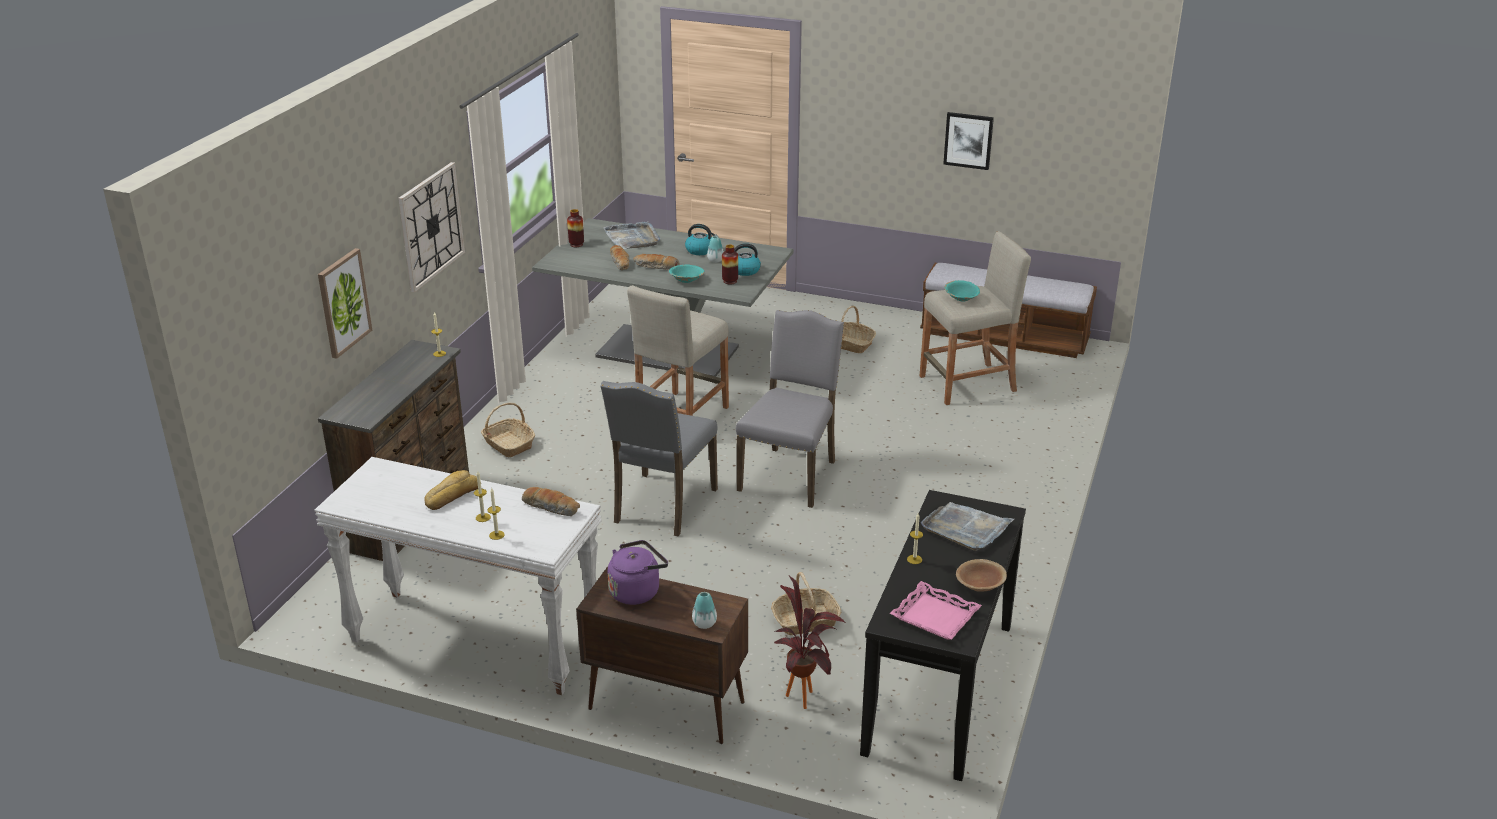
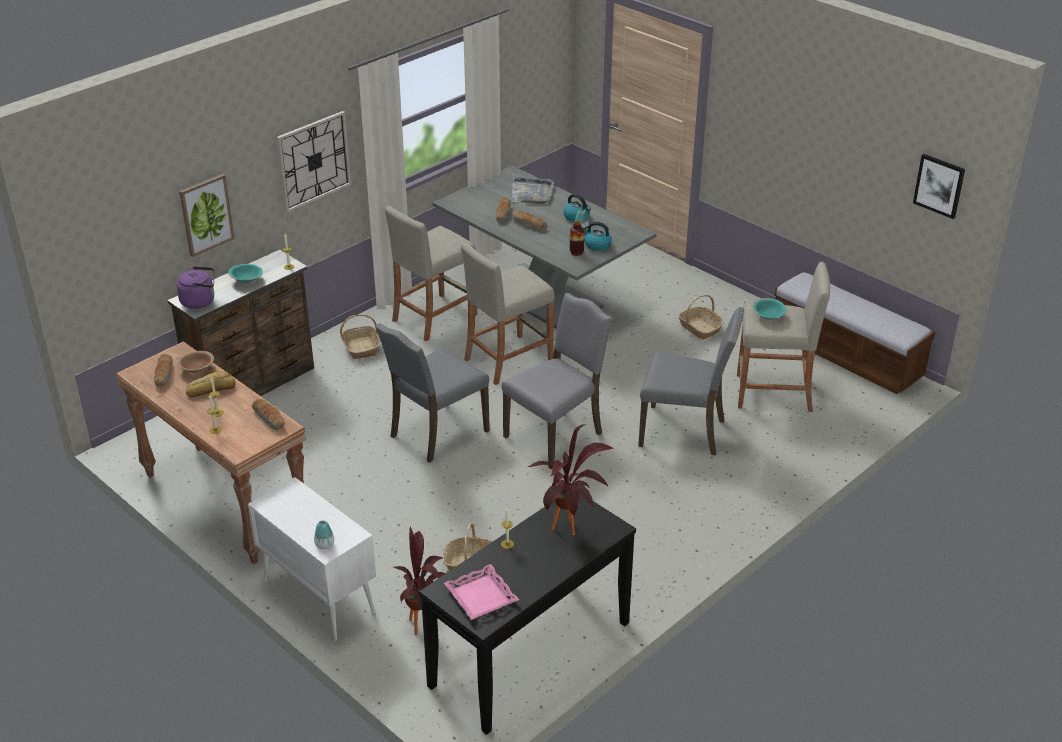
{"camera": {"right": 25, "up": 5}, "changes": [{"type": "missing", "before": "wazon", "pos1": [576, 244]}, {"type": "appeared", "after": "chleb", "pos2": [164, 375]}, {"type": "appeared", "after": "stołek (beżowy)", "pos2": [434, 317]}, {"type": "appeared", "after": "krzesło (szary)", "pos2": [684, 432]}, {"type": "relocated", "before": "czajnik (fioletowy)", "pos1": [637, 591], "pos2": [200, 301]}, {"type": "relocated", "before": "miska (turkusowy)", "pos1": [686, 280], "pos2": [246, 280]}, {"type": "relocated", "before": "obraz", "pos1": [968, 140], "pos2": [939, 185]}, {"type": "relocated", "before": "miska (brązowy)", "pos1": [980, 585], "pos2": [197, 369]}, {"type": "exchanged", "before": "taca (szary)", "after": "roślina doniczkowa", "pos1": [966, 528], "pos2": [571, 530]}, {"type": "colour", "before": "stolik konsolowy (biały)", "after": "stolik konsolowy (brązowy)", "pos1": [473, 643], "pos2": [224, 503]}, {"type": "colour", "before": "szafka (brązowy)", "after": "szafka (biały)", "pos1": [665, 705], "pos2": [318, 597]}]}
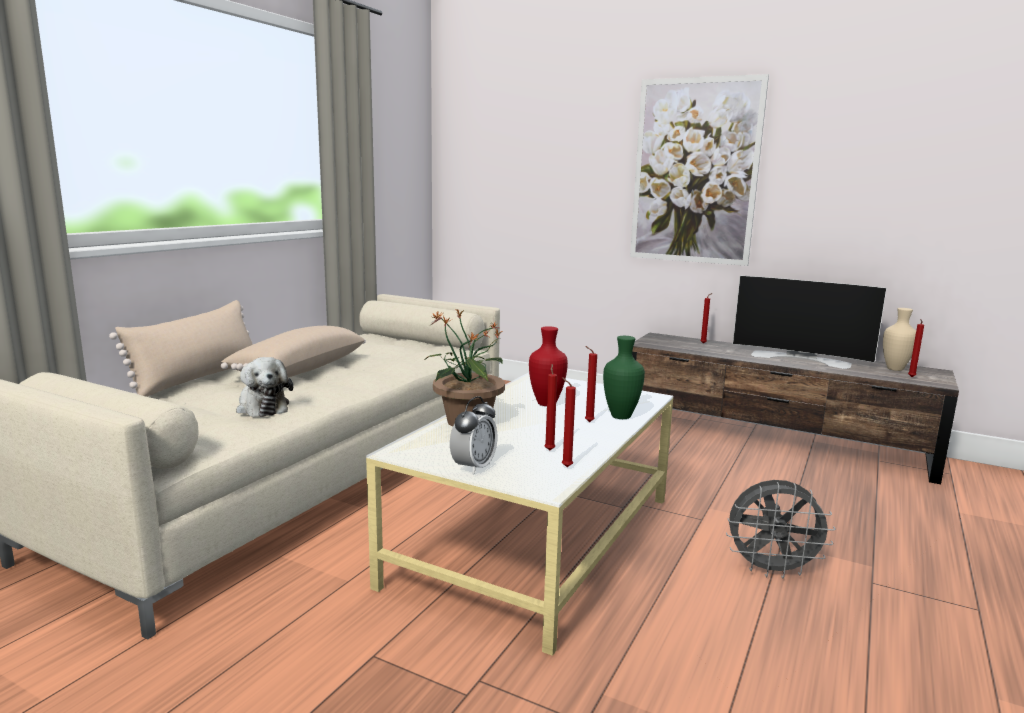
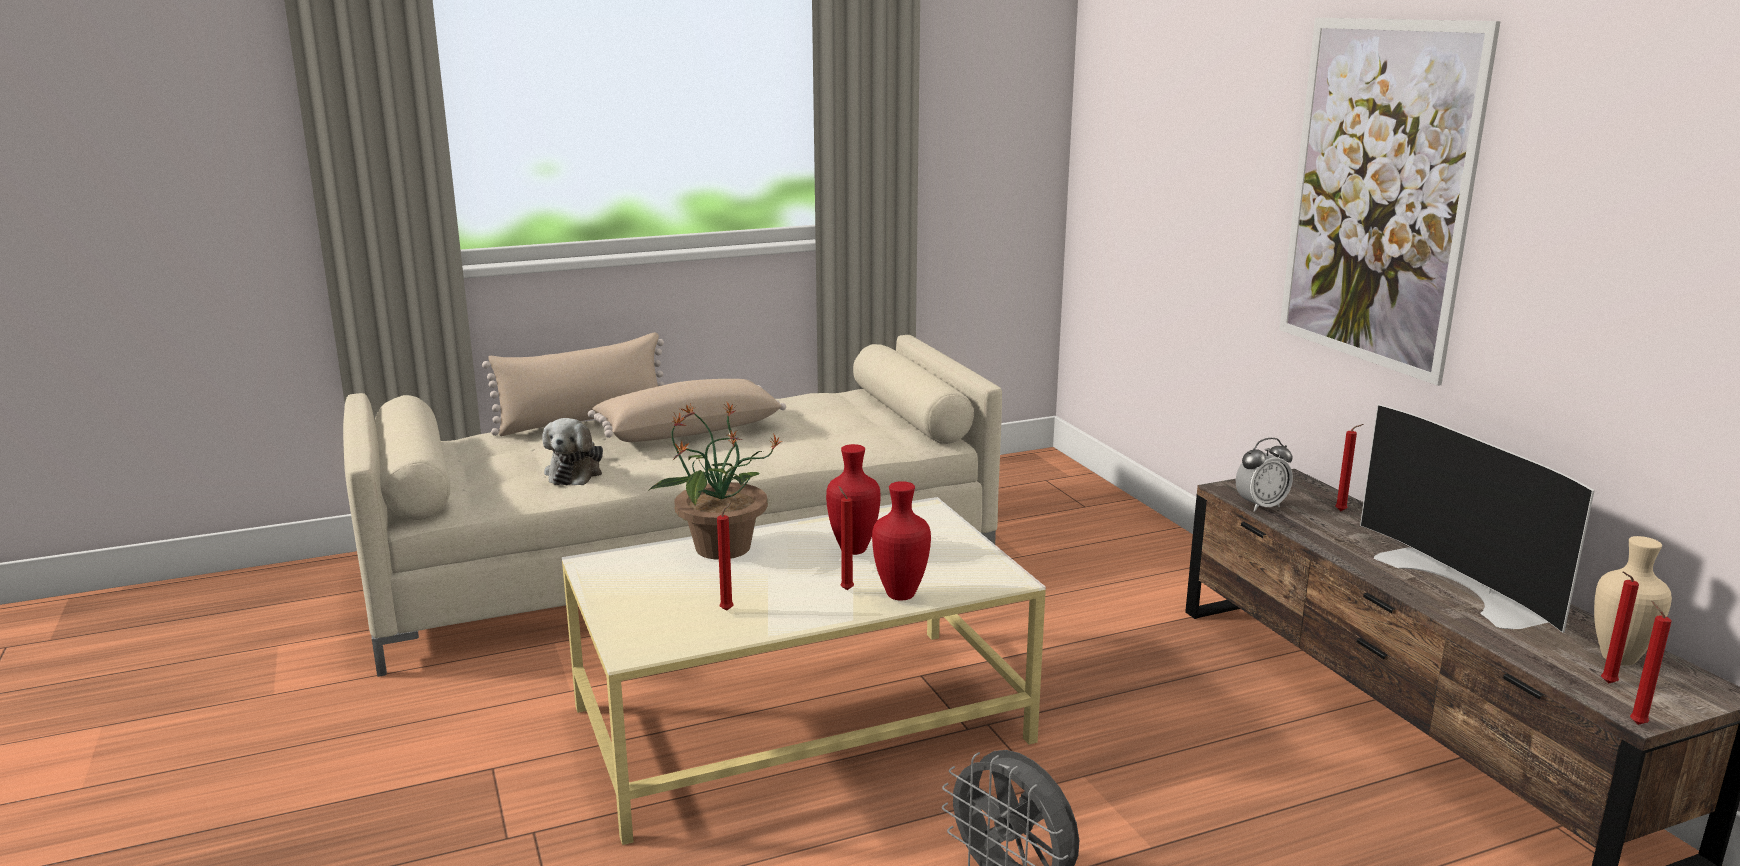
{"camera": {"right": 40, "up": 5}, "changes": [{"type": "relocated", "before": "budzik", "pos1": [473, 467], "pos2": [1260, 506]}, {"type": "relocated", "before": "świeca (czerwony)", "pos1": [565, 466], "pos2": [1635, 723]}, {"type": "colour", "before": "wazon (zielony)", "after": "wazon (czerwony)", "pos1": [619, 416], "pos2": [899, 594]}]}
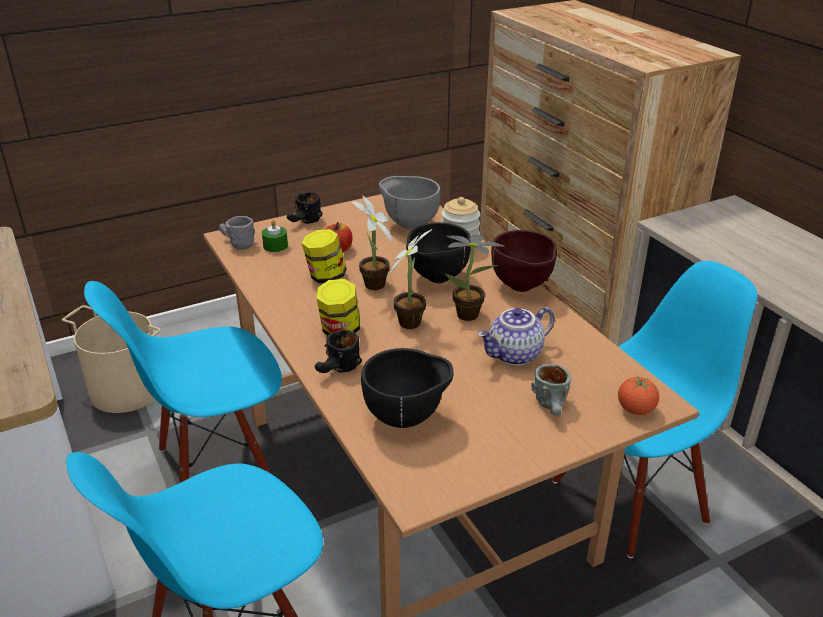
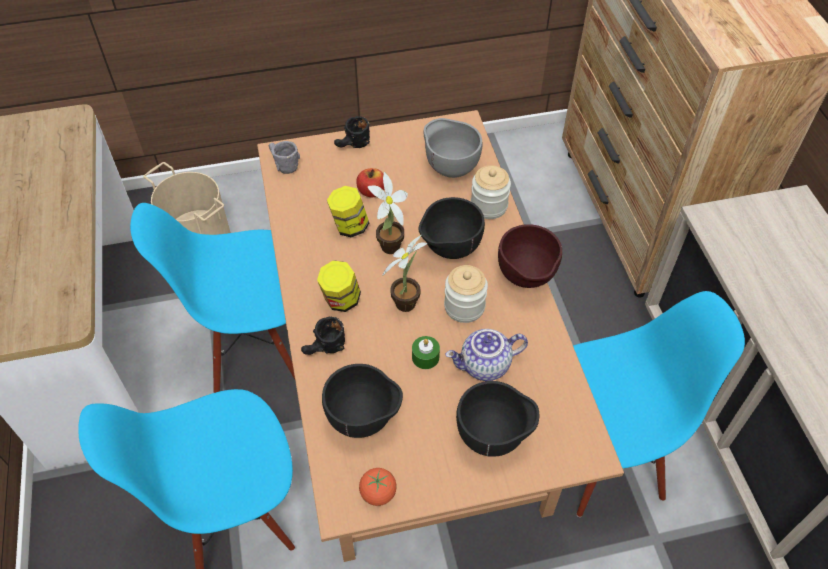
{"camera": {"right": 15, "up": 20}, "changes": [{"type": "relocated", "before": "świeca (zielony)", "pos1": [275, 246], "pos2": [425, 357]}, {"type": "relocated", "before": "pomidor", "pos1": [635, 410], "pos2": [378, 493]}, {"type": "exchanged", "before": "roślina doniczkowa", "after": "słoik", "pos1": [471, 316], "pos2": [464, 307]}, {"type": "exchanged", "before": "kubek (szary)", "after": "miska (czarny)", "pos1": [553, 408], "pos2": [493, 437]}]}
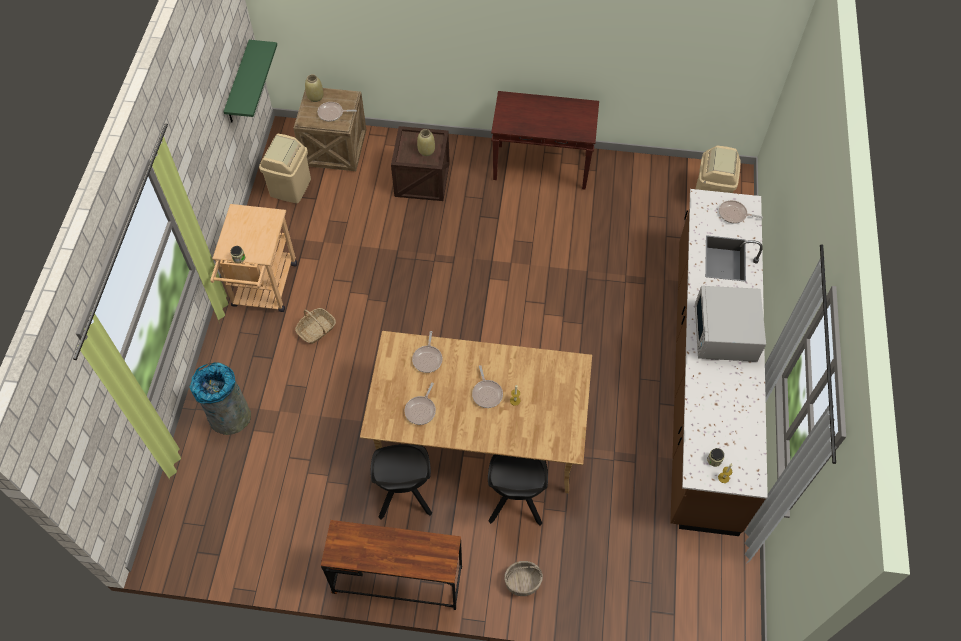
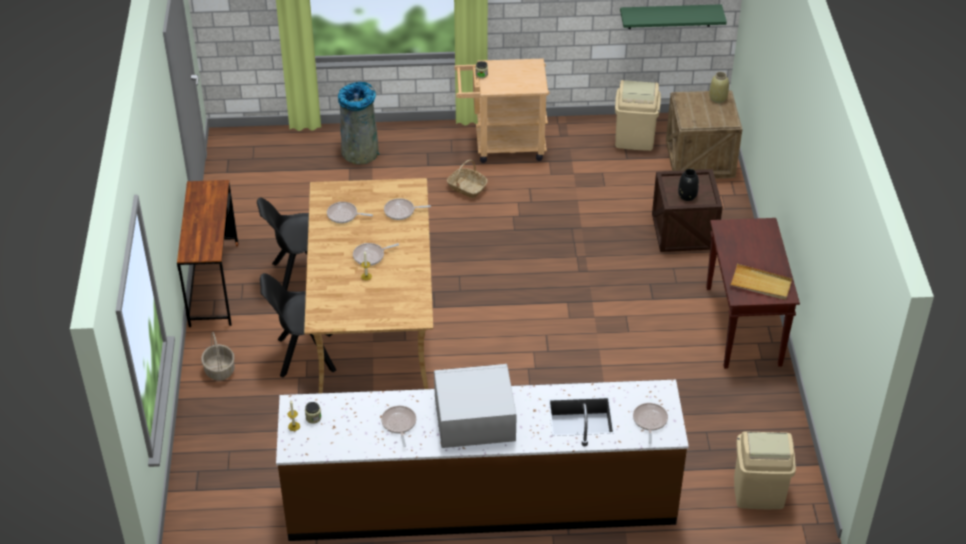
{"camera": {"right": 80, "up": -15}, "changes": [{"type": "appeared", "after": "taca (beżowy)", "pos2": [761, 284]}, {"type": "relocated", "before": "patelnia", "pos1": [332, 113], "pos2": [399, 424]}, {"type": "colour", "before": "wazon (beżowy)", "after": "wazon (czarny)", "pos1": [426, 151], "pos2": [687, 195]}]}
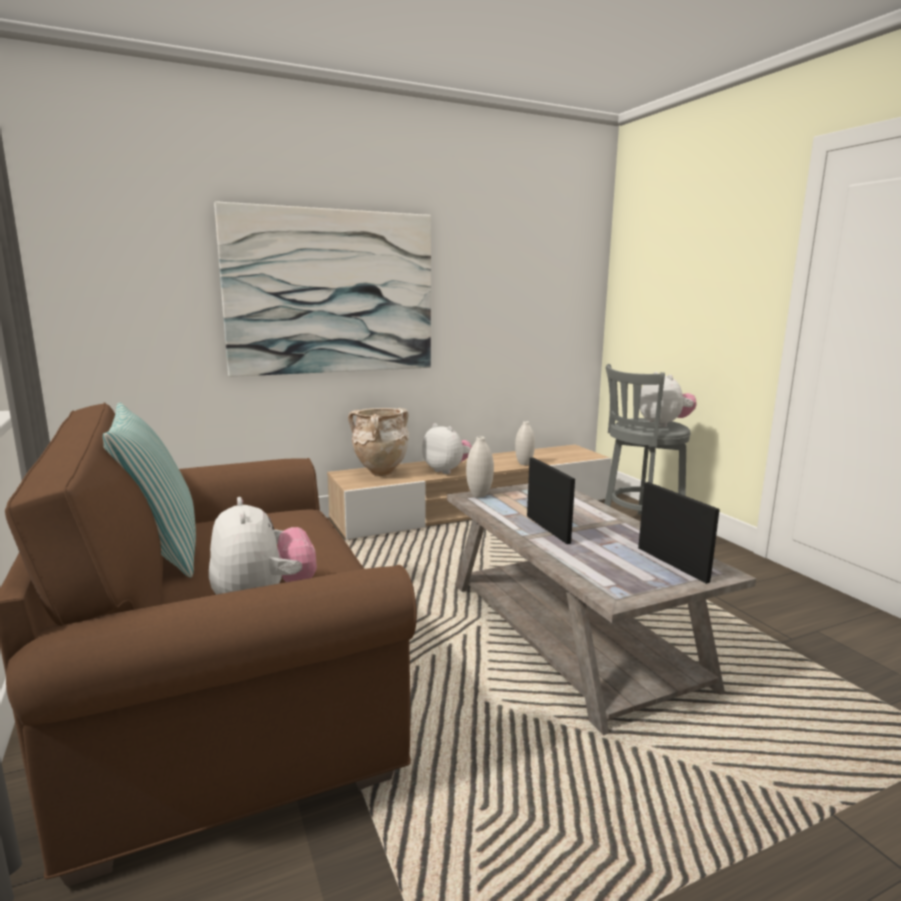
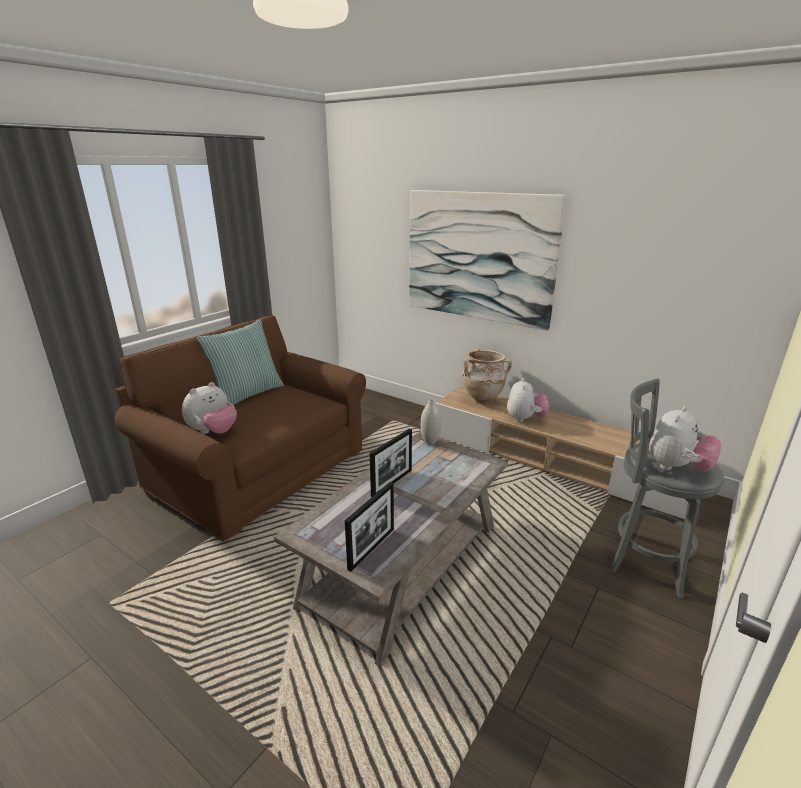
{"camera": {"right": 60, "up": 10}, "changes": [{"type": "missing", "before": "wazon (biały)", "pos1": [524, 463]}]}
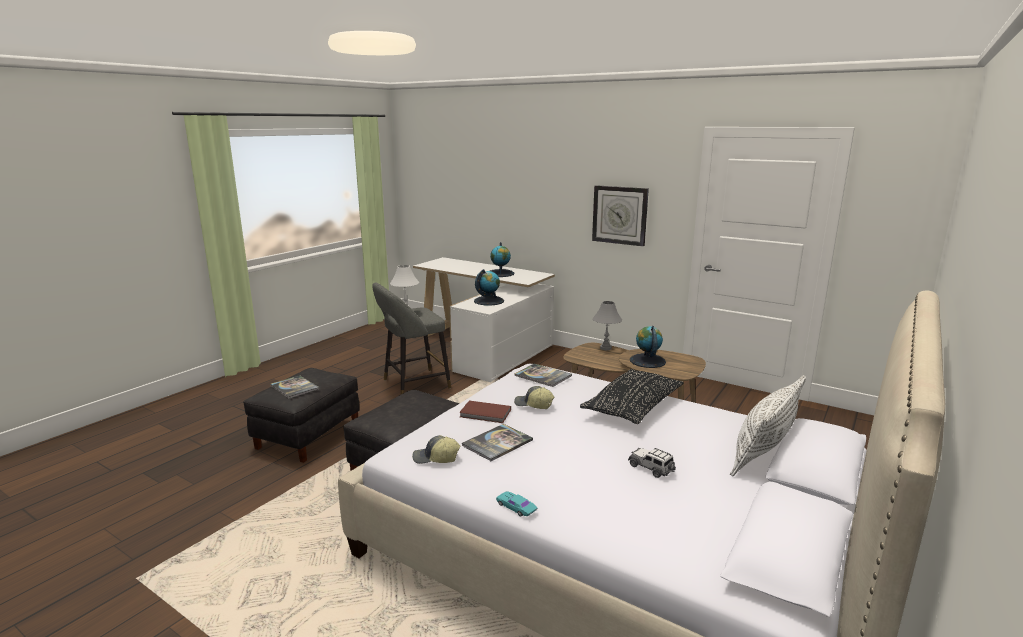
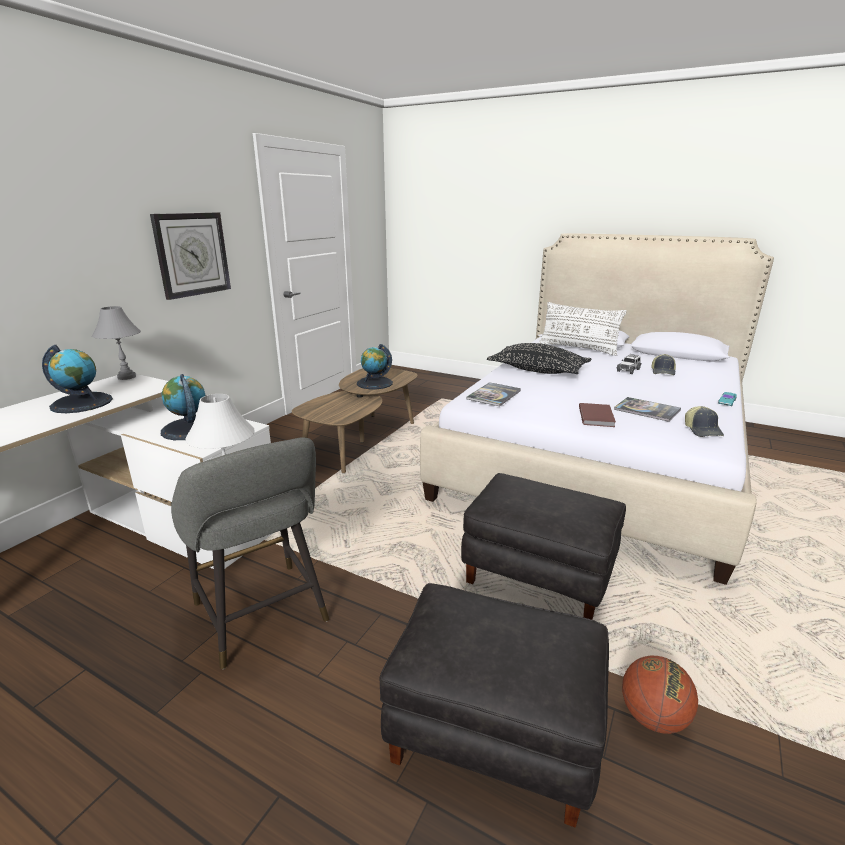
{"camera": {"right": -95, "up": 5}, "changes": [{"type": "missing", "before": "książka", "pos1": [294, 387]}, {"type": "appeared", "after": "piłka do koszykówki", "pos2": [653, 717]}, {"type": "relocated", "before": "czapka z daszkiem", "pos1": [533, 405], "pos2": [663, 372]}, {"type": "relocated", "before": "lampa stołowa (szary)", "pos1": [605, 348], "pos2": [127, 377]}]}
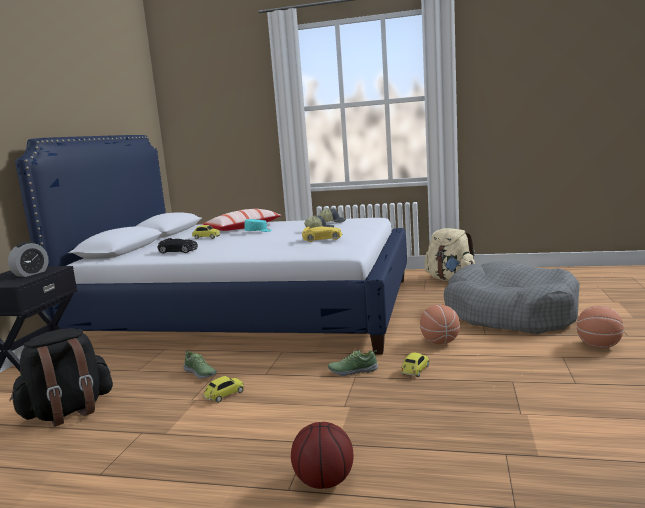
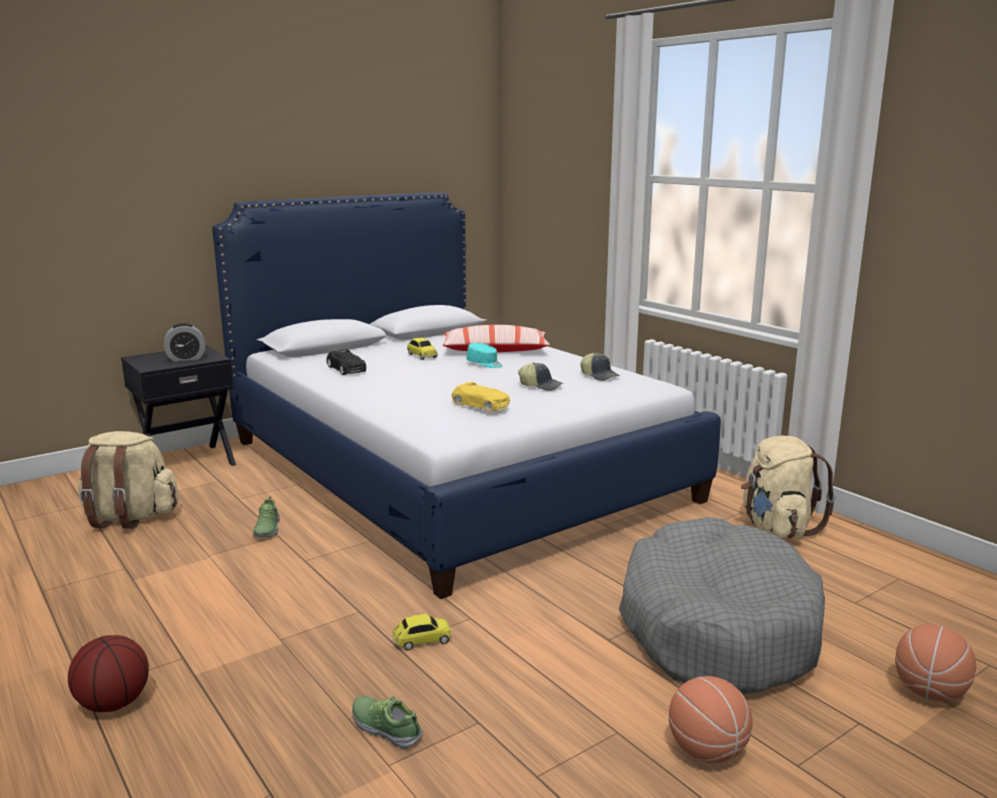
{"camera": {"right": 40, "up": 5}, "changes": [{"type": "missing", "before": "samochodzik", "pos1": [224, 395]}, {"type": "relocated", "before": "but", "pos1": [353, 371], "pos2": [386, 728]}, {"type": "relocated", "before": "piłka do koszykówki", "pos1": [440, 342], "pos2": [929, 692]}, {"type": "colour", "before": "plecak (czarny)", "after": "plecak (beżowy)", "pos1": [68, 412], "pos2": [130, 518]}]}
